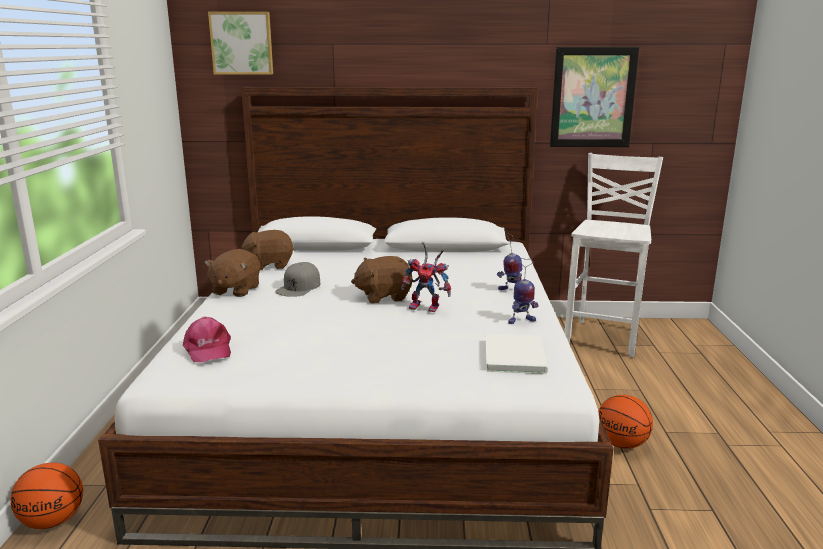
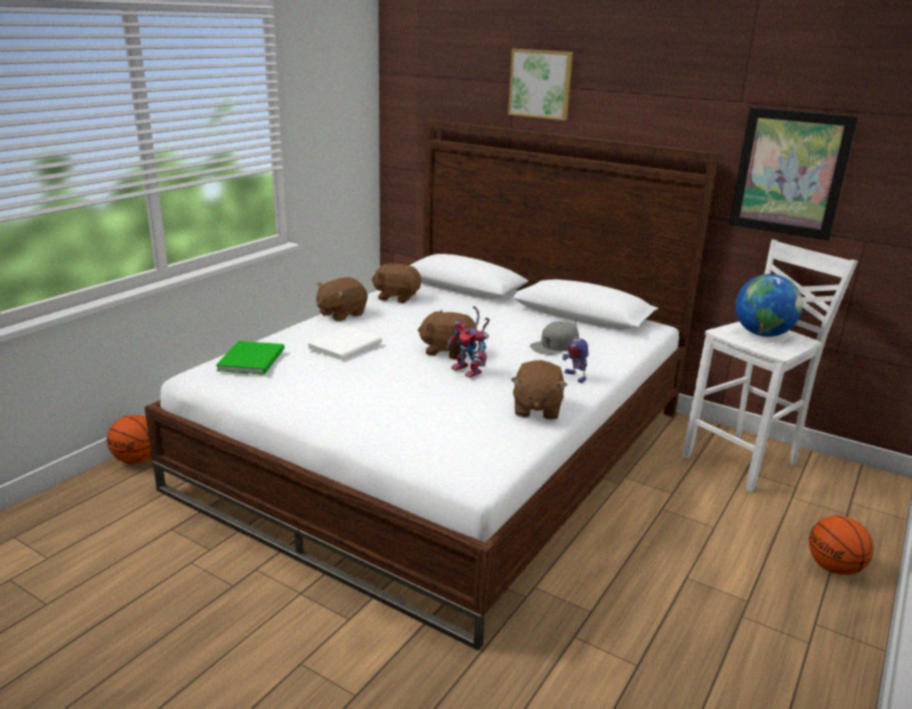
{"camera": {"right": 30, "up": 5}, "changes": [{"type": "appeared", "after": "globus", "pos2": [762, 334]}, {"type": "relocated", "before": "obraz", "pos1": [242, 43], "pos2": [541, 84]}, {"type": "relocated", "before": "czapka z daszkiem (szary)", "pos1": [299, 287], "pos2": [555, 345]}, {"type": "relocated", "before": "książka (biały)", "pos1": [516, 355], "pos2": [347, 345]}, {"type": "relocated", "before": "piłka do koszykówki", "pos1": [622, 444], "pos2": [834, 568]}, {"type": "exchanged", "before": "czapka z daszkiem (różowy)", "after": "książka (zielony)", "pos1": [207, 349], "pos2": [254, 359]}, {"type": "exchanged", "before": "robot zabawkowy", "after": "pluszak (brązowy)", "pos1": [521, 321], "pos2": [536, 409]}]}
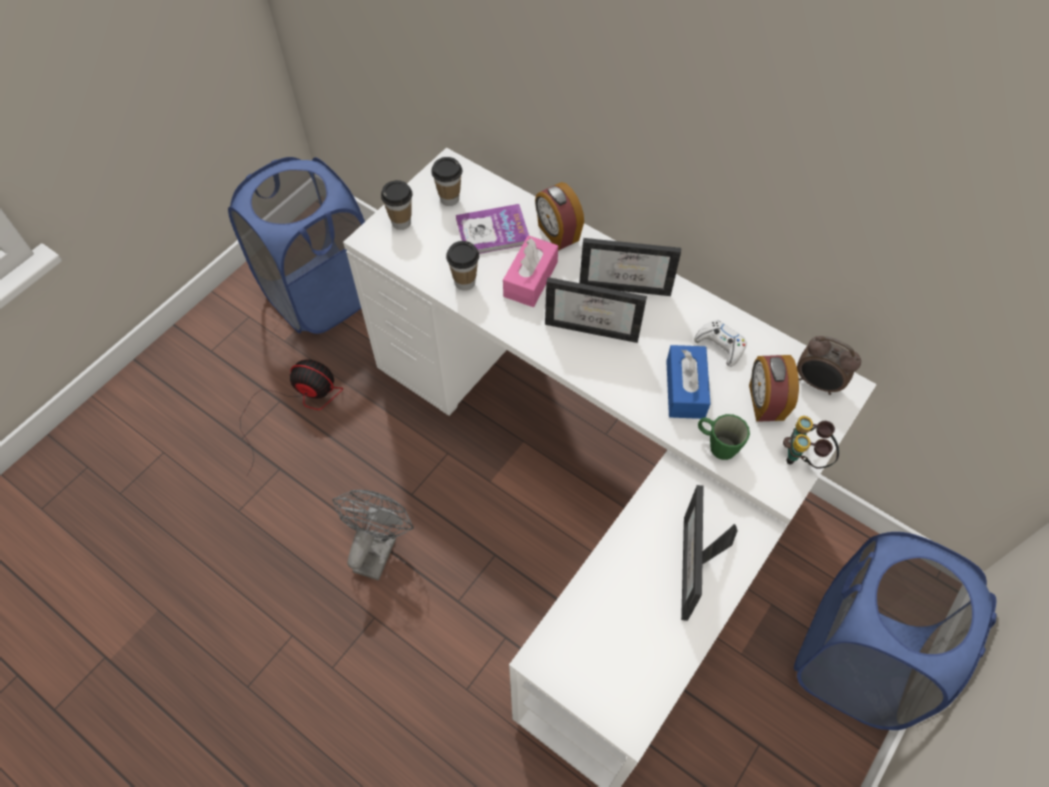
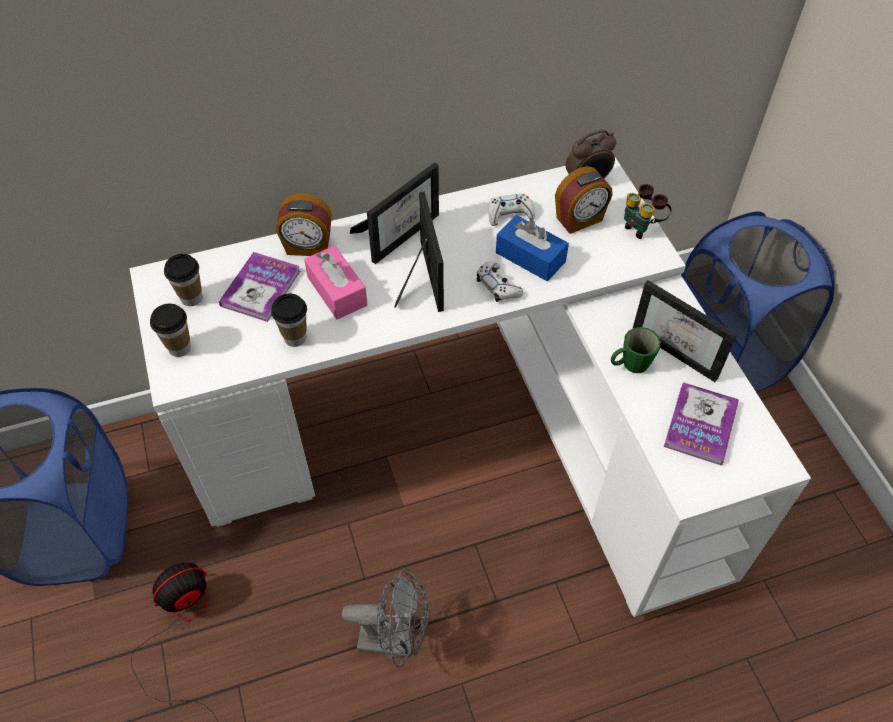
{"camera": {"right": -55, "up": -5}, "changes": [{"type": "appeared", "after": "pad do gier (biały)", "pos2": [498, 286]}, {"type": "appeared", "after": "książka", "pos2": [700, 424]}, {"type": "relocated", "before": "kubek (zielony)", "pos1": [717, 444], "pos2": [630, 365]}, {"type": "spun", "before": "wentylator (szary)", "pos1": [377, 547], "pos2": [395, 639], "turn": 135}, {"type": "spun", "before": "ramka na zdjęcie", "pos1": [595, 324], "pos2": [421, 275], "turn": -60}, {"type": "spun", "before": "budzik", "pos1": [765, 402], "pos2": [580, 220], "turn": -60}]}
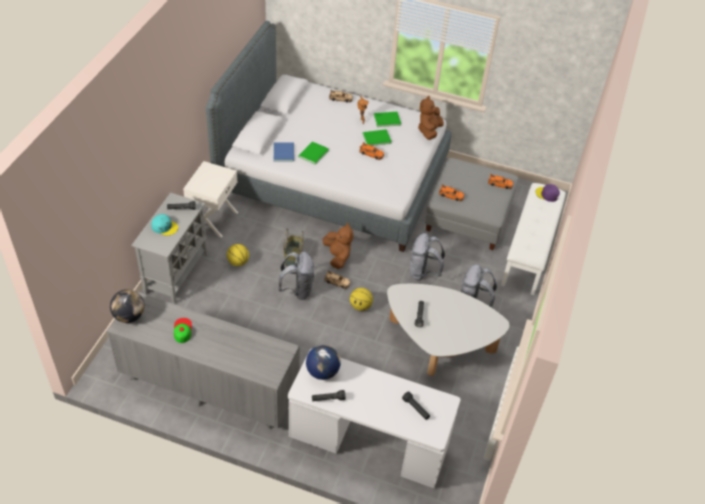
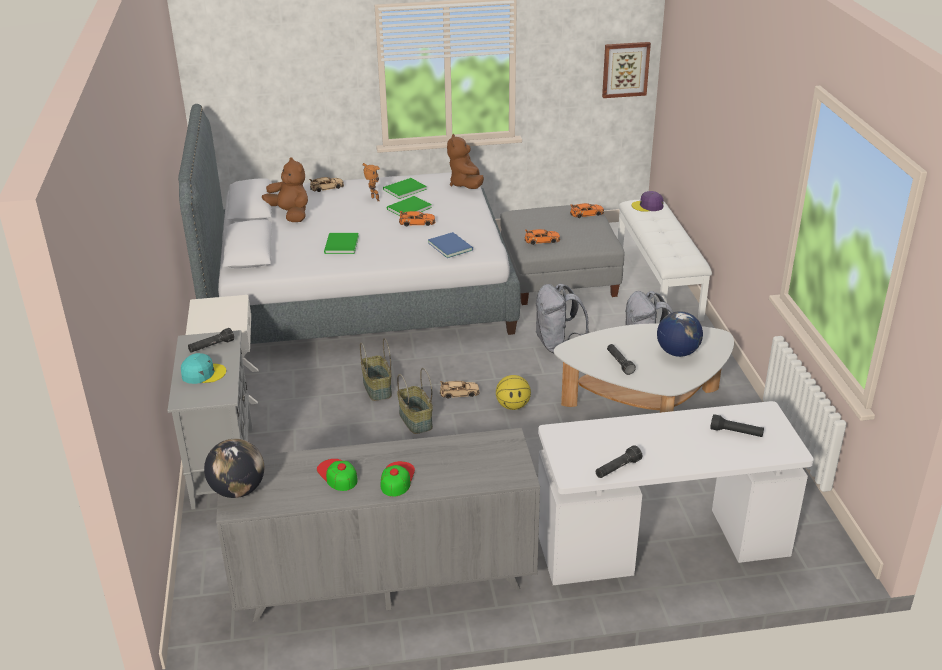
{"camera": {"right": -25, "up": -15}, "changes": [{"type": "missing", "before": "piłka do koszykówki", "pos1": [238, 262]}, {"type": "appeared", "after": "czapka z daszkiem", "pos2": [397, 478]}, {"type": "appeared", "after": "obraz", "pos2": [625, 69]}, {"type": "relocated", "before": "książka (niebieski)", "pos1": [284, 152], "pos2": [450, 245]}, {"type": "relocated", "before": "globus", "pos1": [322, 372], "pos2": [677, 352]}, {"type": "relocated", "before": "pluszak (brązowy)", "pos1": [338, 256], "pos2": [290, 214]}, {"type": "exchanged", "before": "plecak (szary)", "after": "koszyk", "pos1": [297, 290], "pos2": [415, 420]}]}
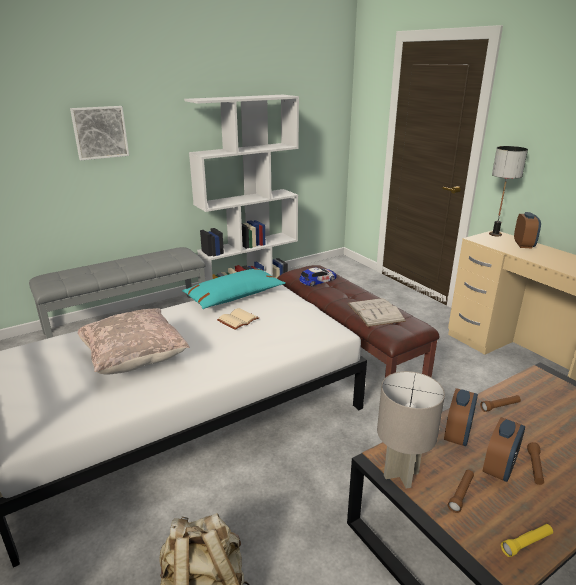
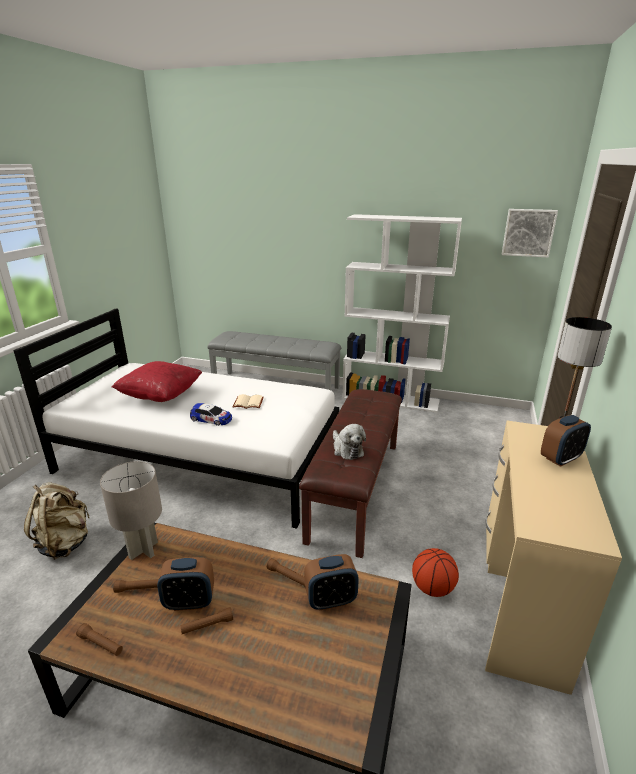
{"camera": {"right": 50, "up": 0}, "changes": [{"type": "missing", "before": "poduszka (turkusowy)", "pos1": [234, 297]}, {"type": "appeared", "after": "piłka do koszykówki", "pos2": [433, 588]}, {"type": "relocated", "before": "obraz", "pos1": [100, 132], "pos2": [528, 232]}, {"type": "relocated", "before": "samochodzik", "pos1": [318, 280], "pos2": [211, 419]}, {"type": "relocated", "before": "budzik", "pos1": [457, 435], "pos2": [330, 600]}, {"type": "exchanged", "before": "książka (biały)", "after": "pluszak", "pos1": [375, 312], "pos2": [347, 449]}, {"type": "colour", "before": "poduszka (beżowy)", "after": "poduszka (czerwony)", "pos1": [135, 360], "pos2": [161, 396]}, {"type": "colour", "before": "latarka (żółty)", "after": "latarka (brązowy)", "pos1": [526, 543], "pos2": [101, 644]}]}
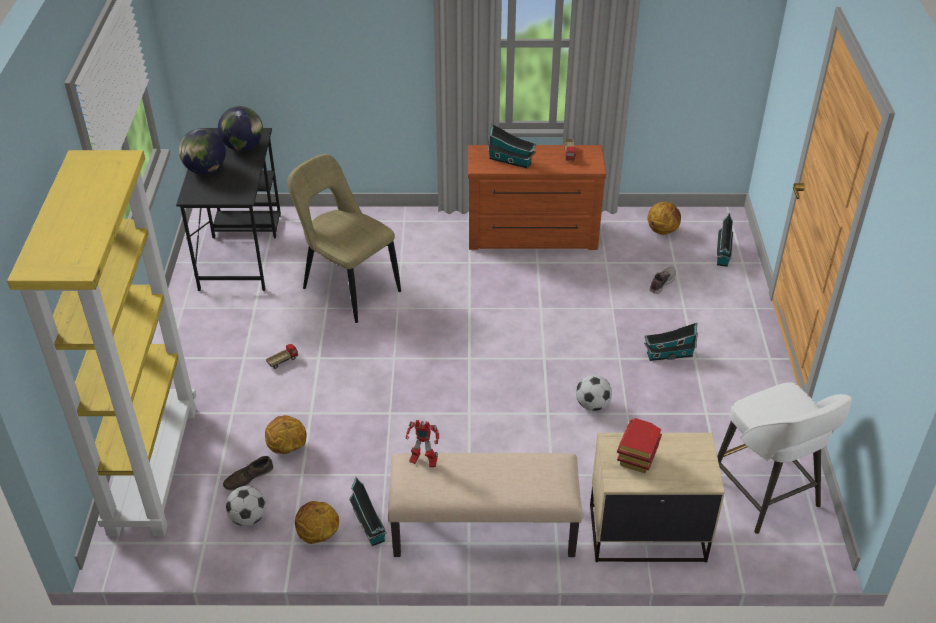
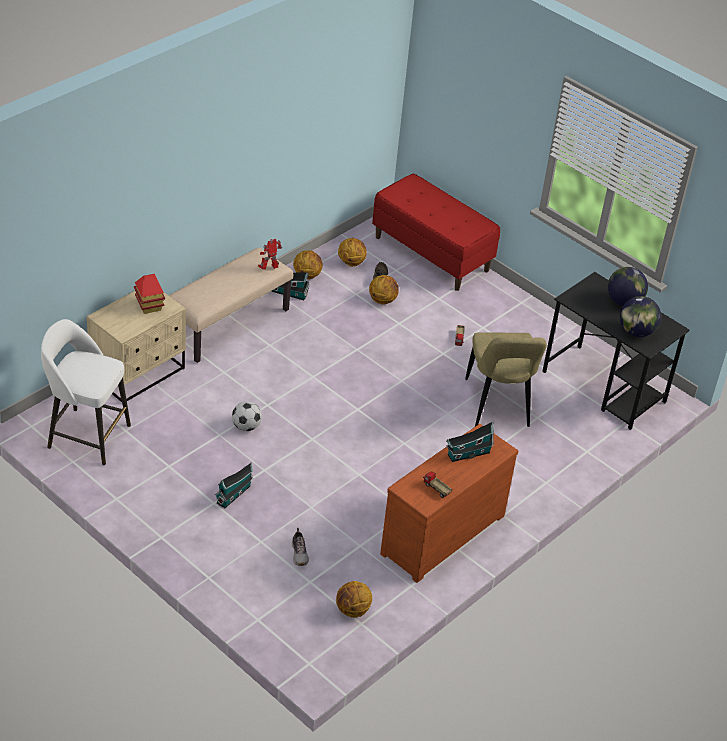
{"camera": {"right": 130, "up": 0}, "changes": [{"type": "missing", "before": "domek", "pos1": [723, 254]}, {"type": "exchanged", "before": "regał (żółty)", "after": "ławka (czerwony)", "pos1": [152, 468], "pos2": [432, 254]}, {"type": "exchanged", "before": "piłka futbolowa", "after": "piłka do koszykówki", "pos1": [248, 518], "pos2": [351, 262]}, {"type": "spun", "before": "krzesło (beżowy)", "pos1": [348, 288], "pos2": [497, 406], "turn": 90}]}
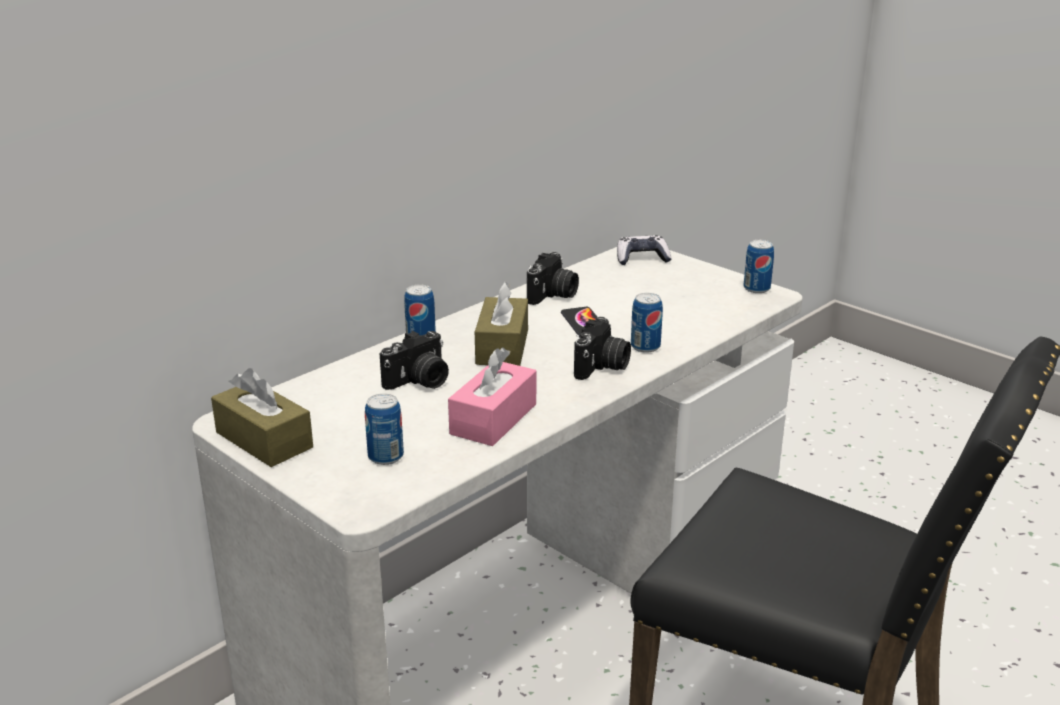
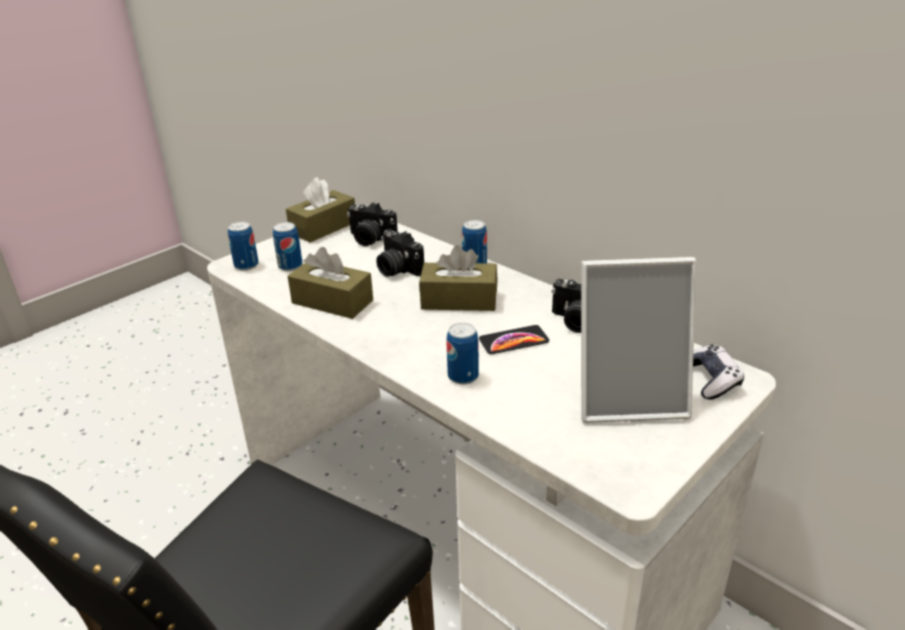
{"camera": {"right": 90, "up": 5}, "changes": [{"type": "appeared", "after": "ramka na zdjęcie", "pos2": [629, 397]}, {"type": "relocated", "before": "aparat fotograficzny", "pos1": [602, 367], "pos2": [370, 239]}, {"type": "relocated", "before": "puszka", "pos1": [756, 288], "pos2": [246, 265]}, {"type": "colour", "before": "pudełko chusteczek (różowy)", "after": "pudełko chusteczek (brązowy)", "pos1": [493, 419], "pos2": [332, 302]}]}
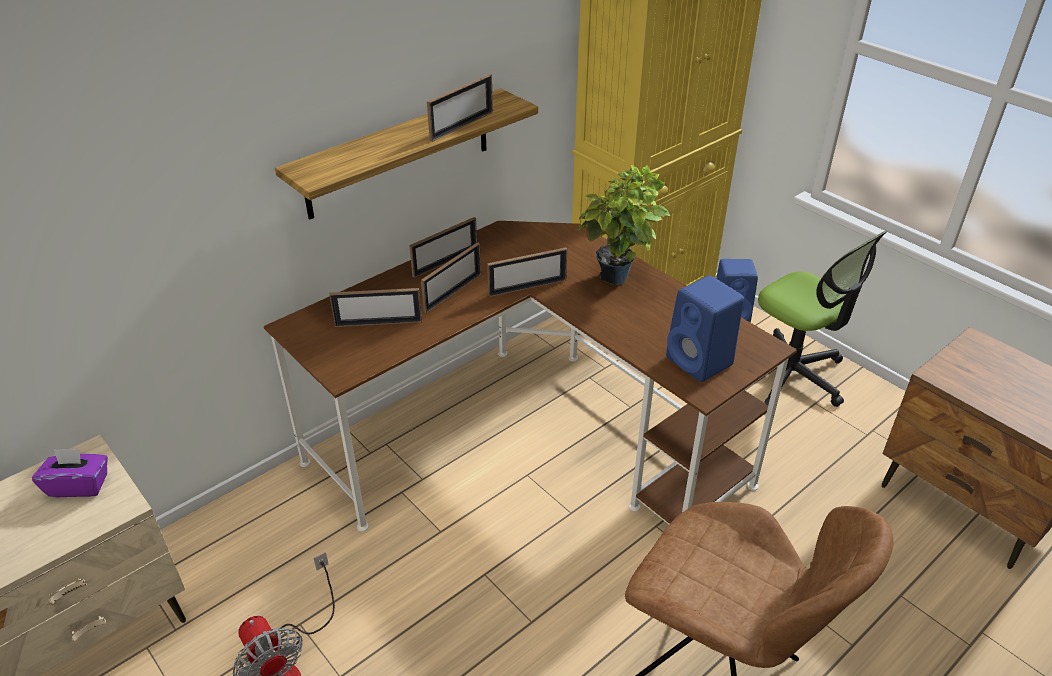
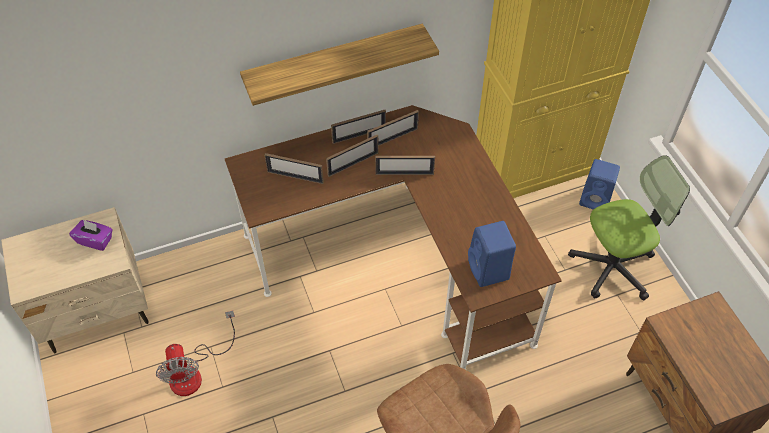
{"camera": {"right": 20, "up": 15}, "changes": [{"type": "missing", "before": "roślina doniczkowa", "pos1": [618, 282]}, {"type": "relocated", "before": "ramka na zdjęcie", "pos1": [462, 126], "pos2": [393, 138]}, {"type": "spun", "before": "krzesło biurowe", "pos1": [791, 375], "pos2": [612, 266], "turn": -90}]}
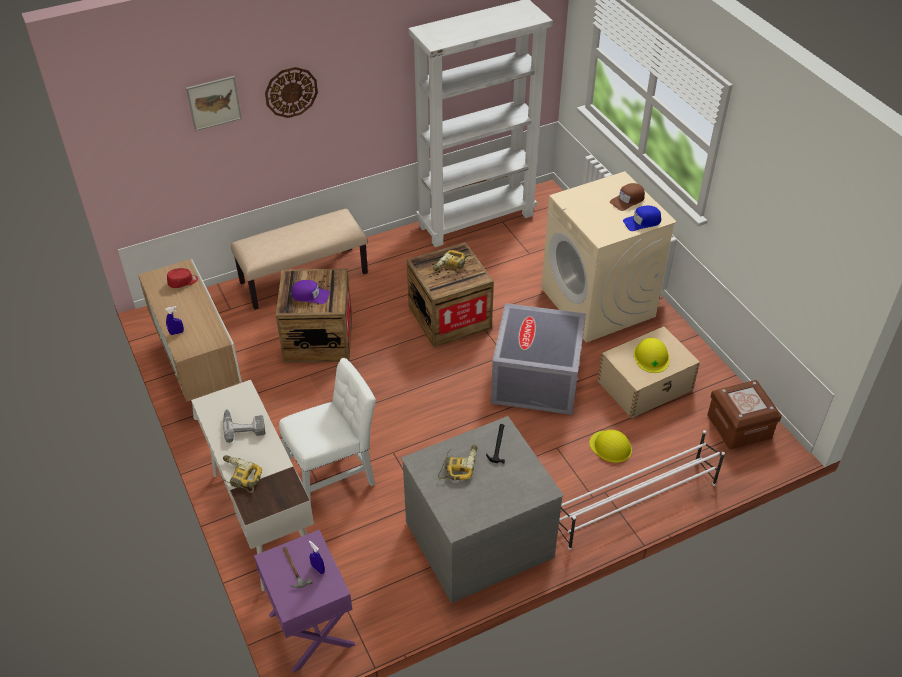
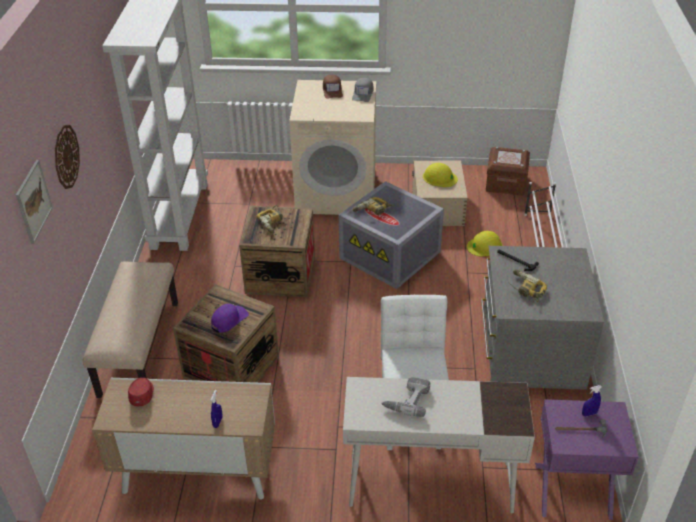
{"camera": {"right": -60, "up": -5}, "changes": [{"type": "relocated", "before": "wiertarka", "pos1": [239, 477], "pos2": [372, 211]}, {"type": "colour", "before": "czapka z daszkiem (niebieski)", "after": "czapka z daszkiem (szary)", "pos1": [642, 222], "pos2": [363, 94]}]}
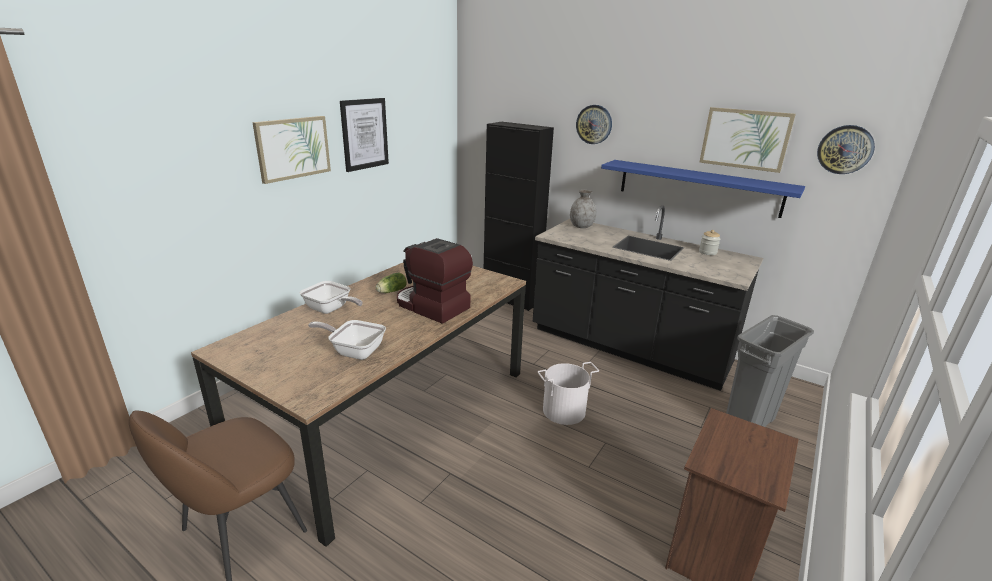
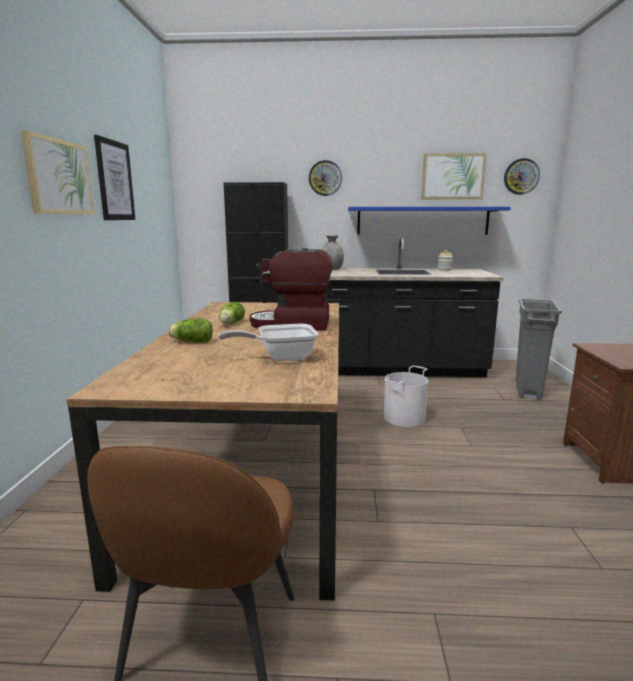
{"camera": {"right": -30, "up": -10}, "changes": [{"type": "exchanged", "before": "patelnia", "after": "sałata", "pos1": [330, 310], "pos2": [191, 342]}]}
